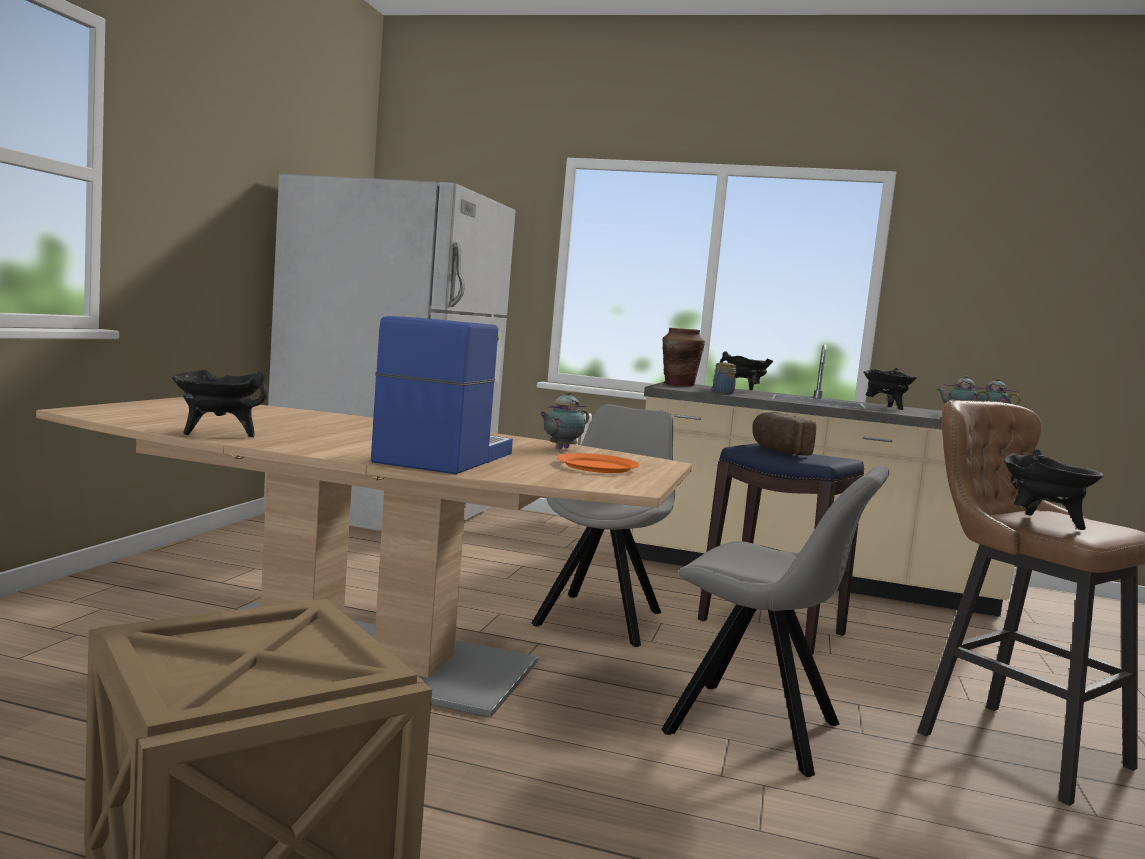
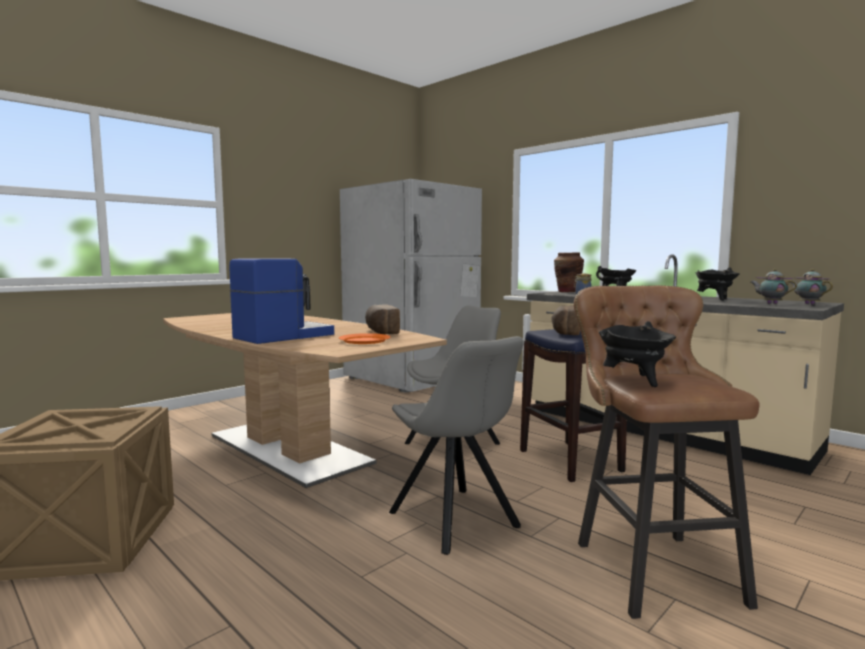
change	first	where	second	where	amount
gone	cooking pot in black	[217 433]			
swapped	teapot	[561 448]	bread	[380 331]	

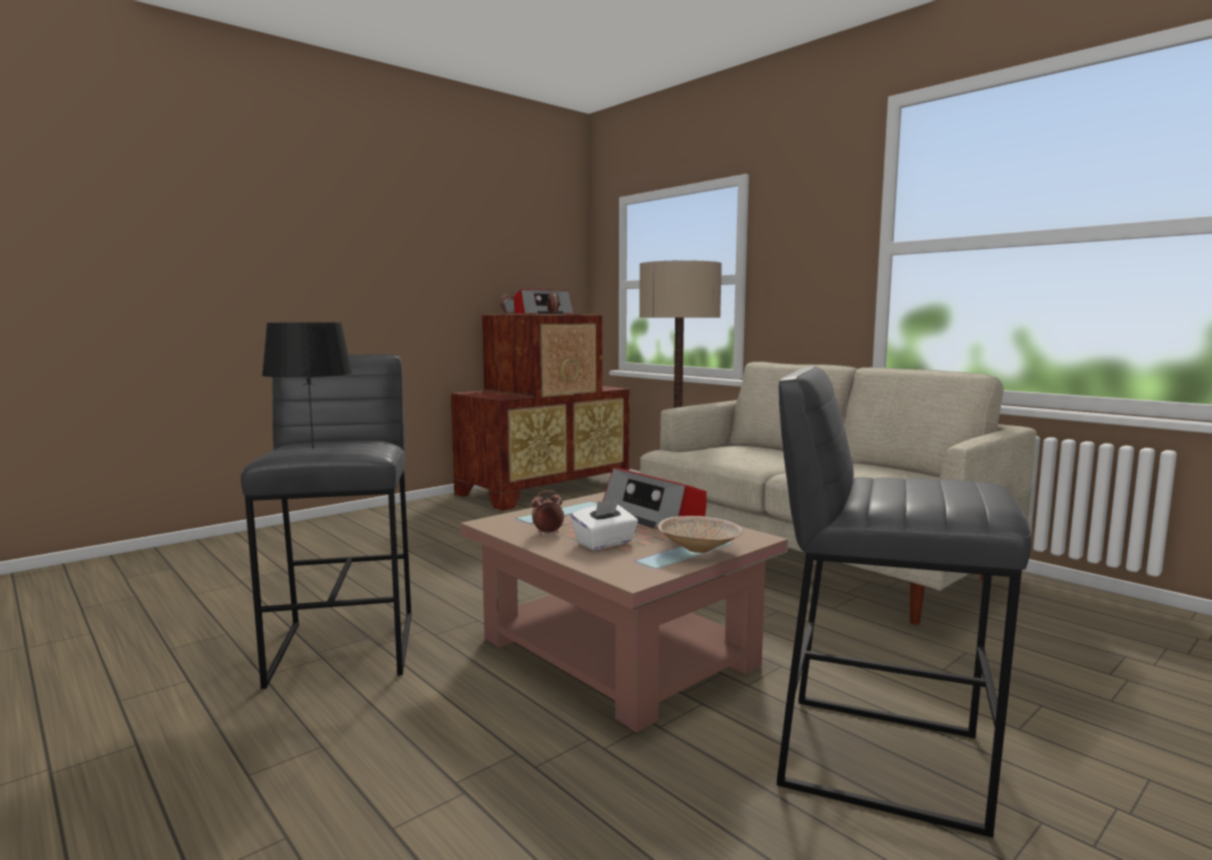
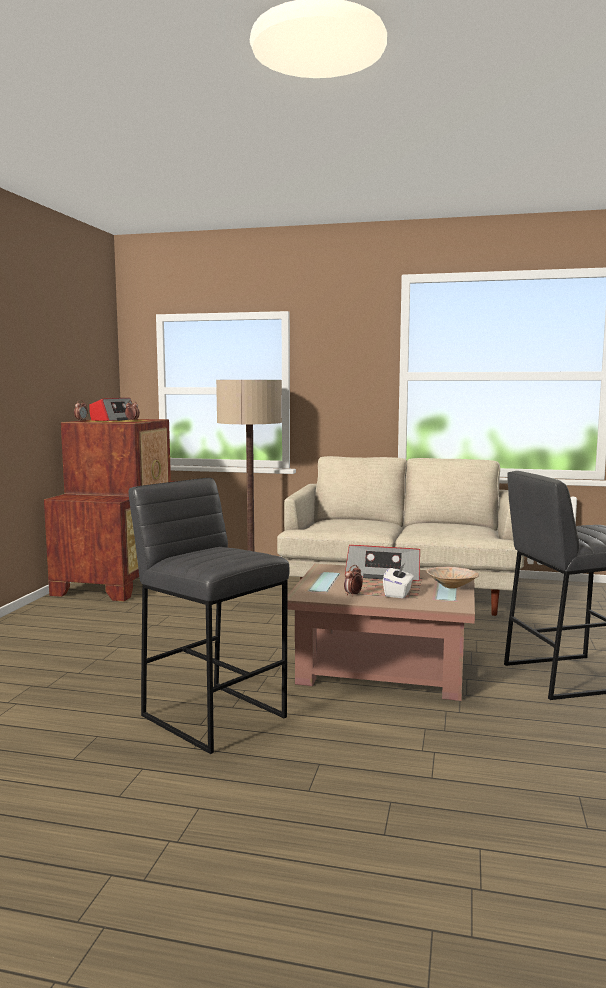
change	first	where	second	where	amount
gone	table lamp in black	[313 448]			

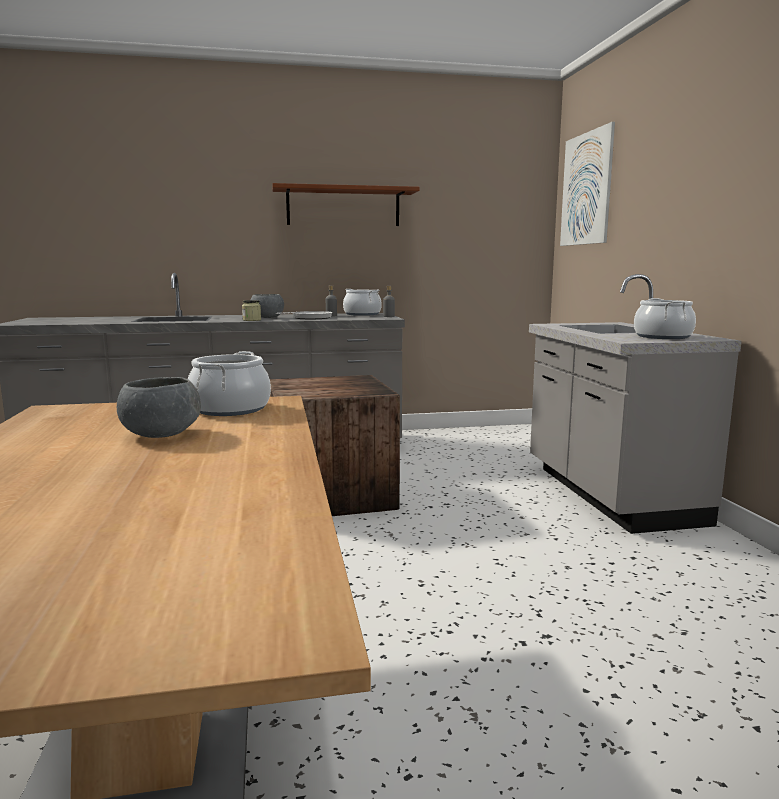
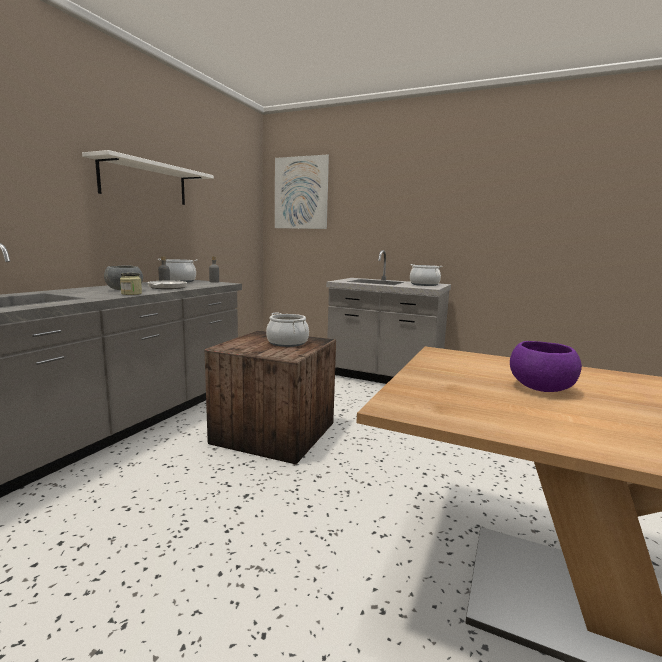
change	first	where	second	where	amount
repainted	shelf in brown	[343 207]	shelf in white	[144 183]	
shifted	cooking pot	[230 409]		[287 343]	
repainted	bowl in grey	[161 434]	bowl in purple	[540 388]	

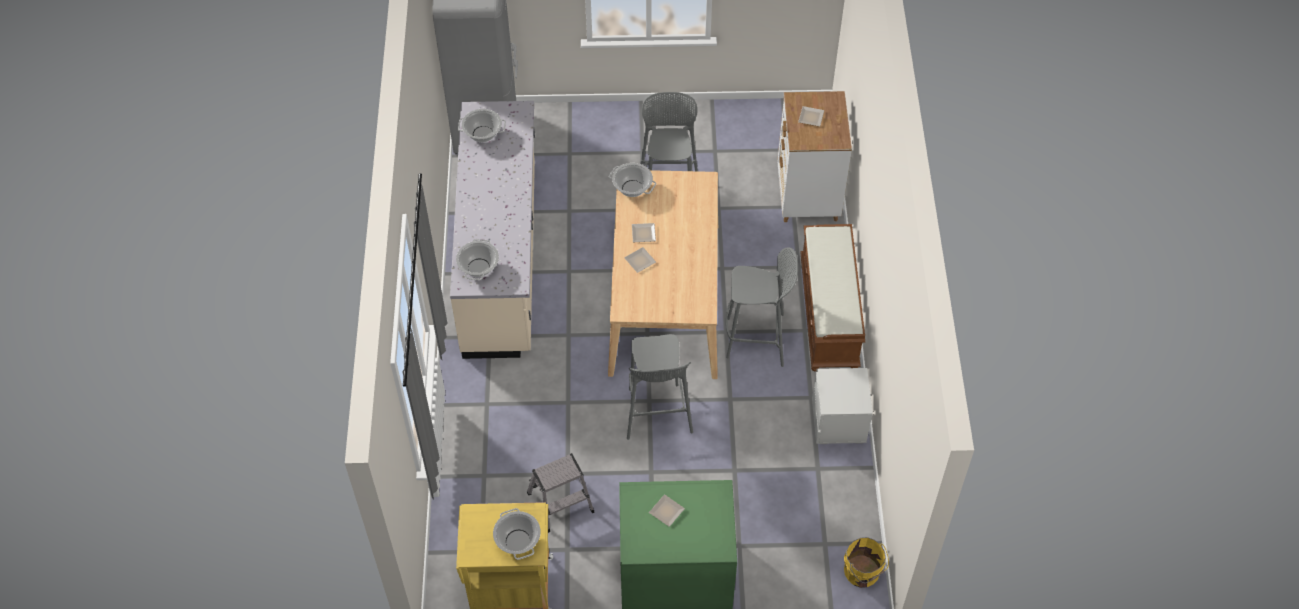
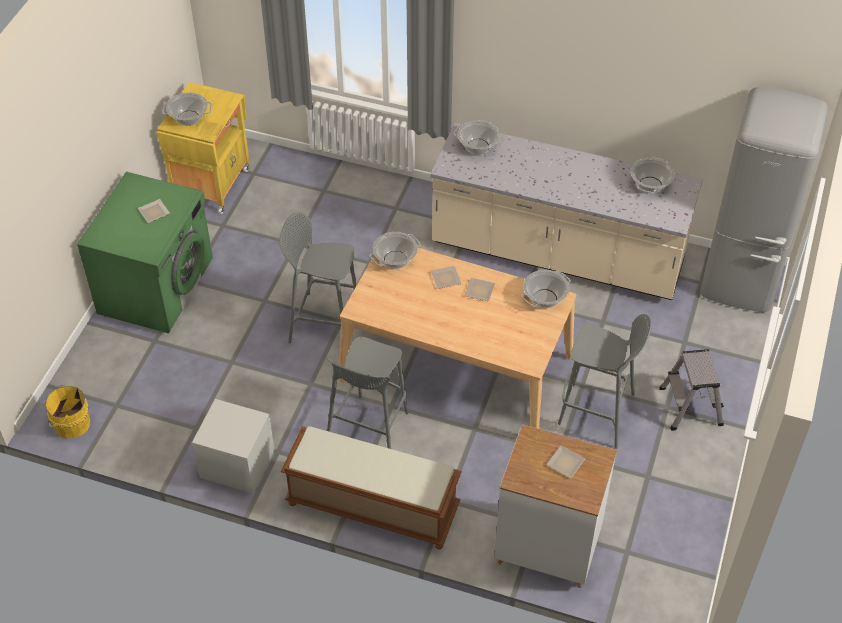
change	first	where	second	where	amount
shifted	step ladder in grey	[560 501]		[691 406]	
new			cooking pot	[395 260]	

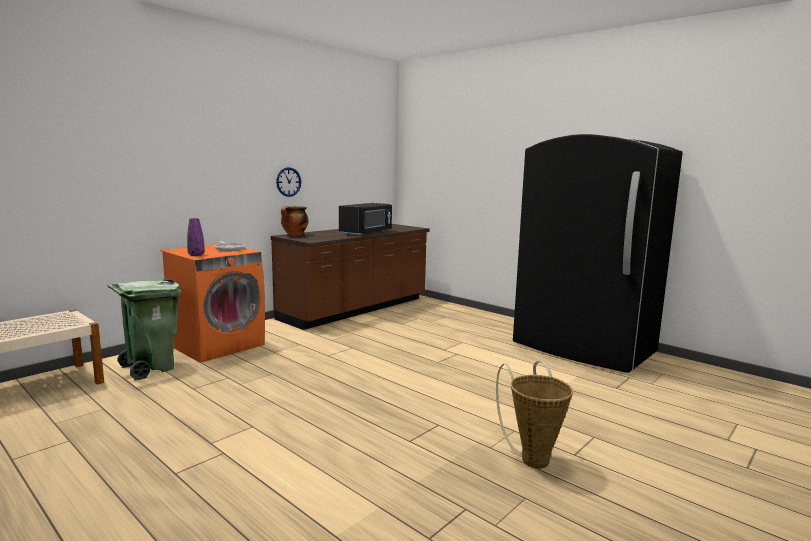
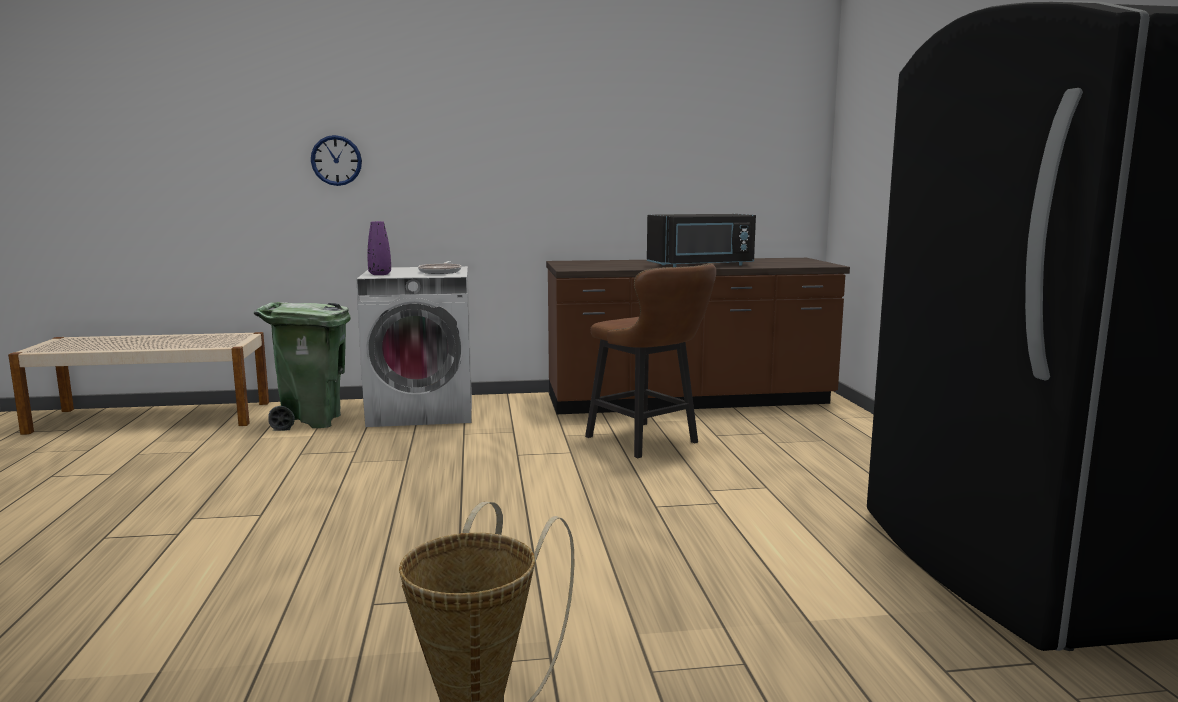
change	first	where	second	where	amount
shifted	wall clock	[288 182]		[336 160]	
gone	cooking pot	[294 235]			
repainted	washing machine in orange	[217 344]	washing machine in white	[423 411]	
new			stool in brown	[650 443]	

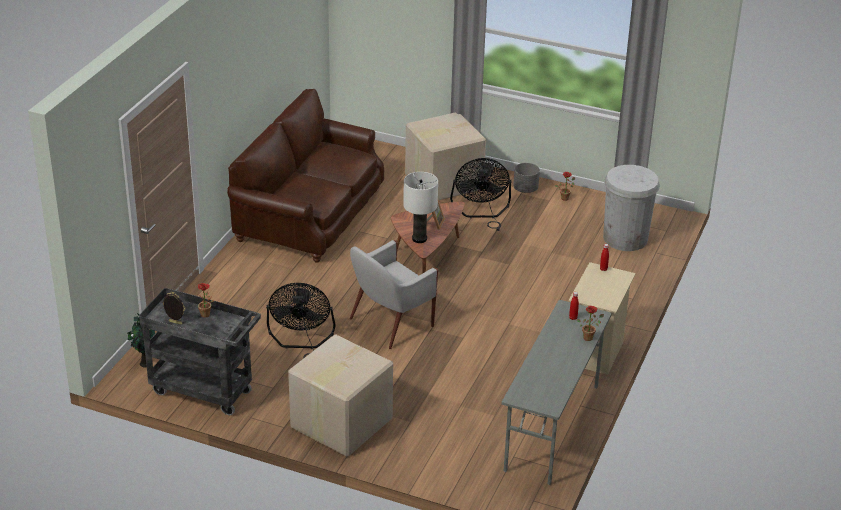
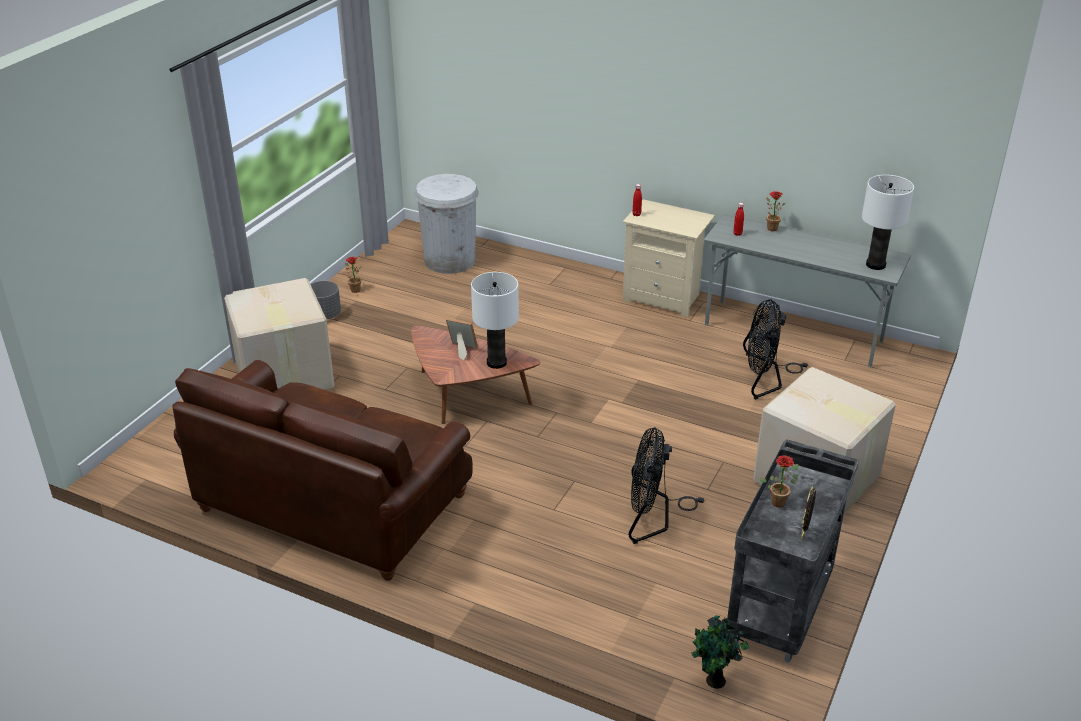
change	first	where	second	where	amount
shifted	fan in black	[483 213]		[766 375]	
gone	armchair in white	[389 323]			
new			table lamp in white	[875 264]	

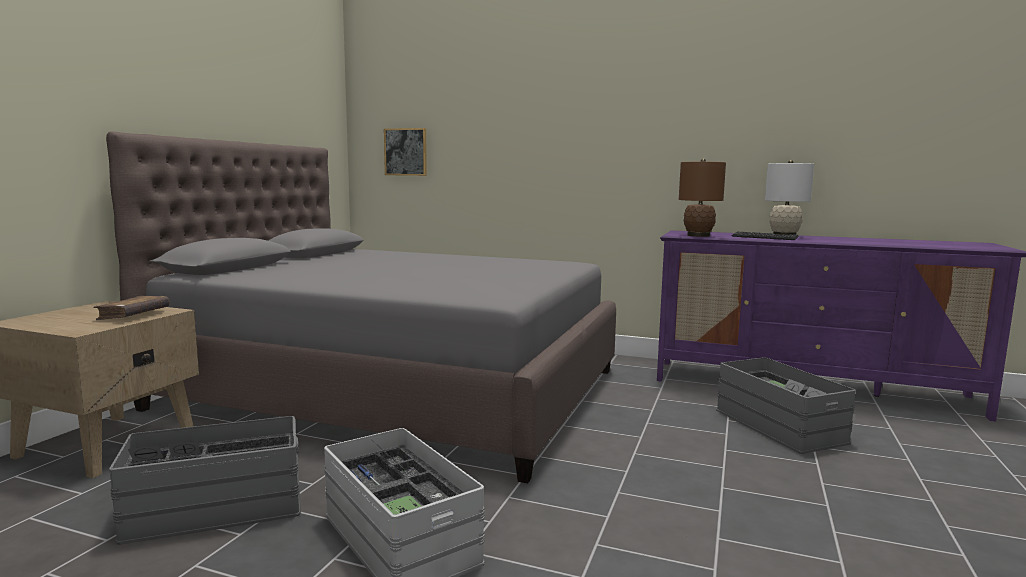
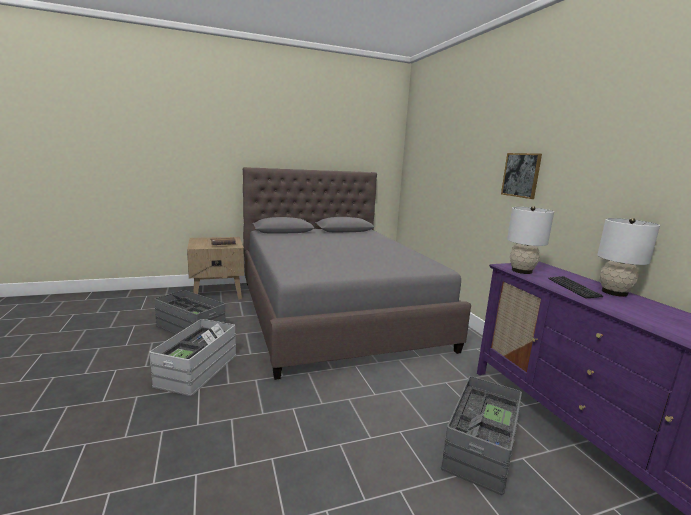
change	first	where	second	where	amount
shifted	picture	[406 152]		[521 175]	
repainted	table lamp in brown	[698 235]	table lamp in white	[521 271]	

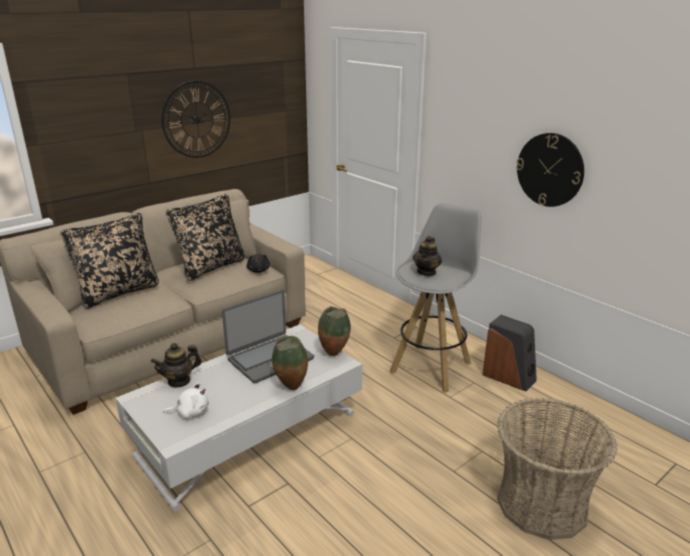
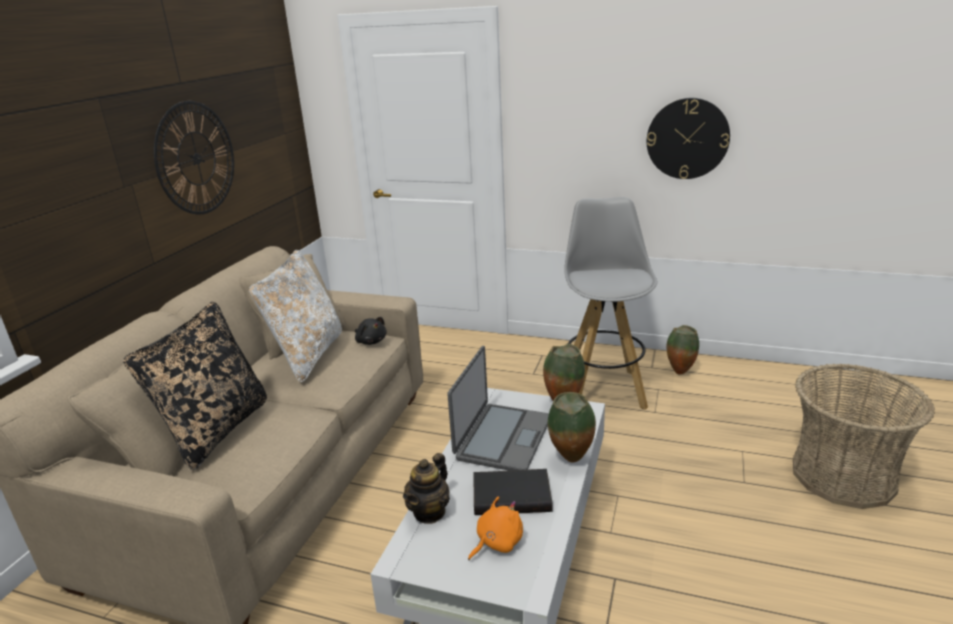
change	first	where	second	where	amount
repainted	pillow in black	[212 268]	pillow in white	[309 356]	
gone	teapot	[426 272]			
swapped	speaker	[509 377]	vase	[679 372]	
repainted	plush toy in white	[190 412]	plush toy in orange	[497 542]	
new			book in black	[512 495]	

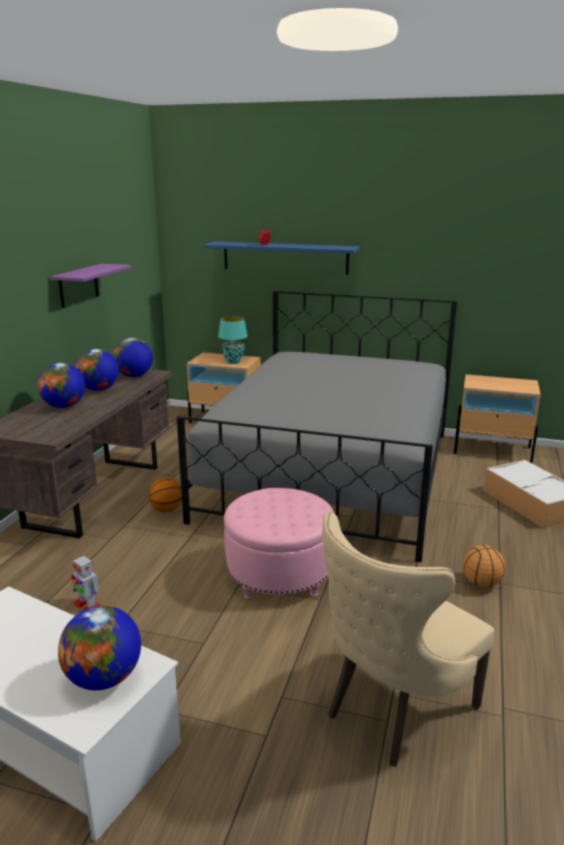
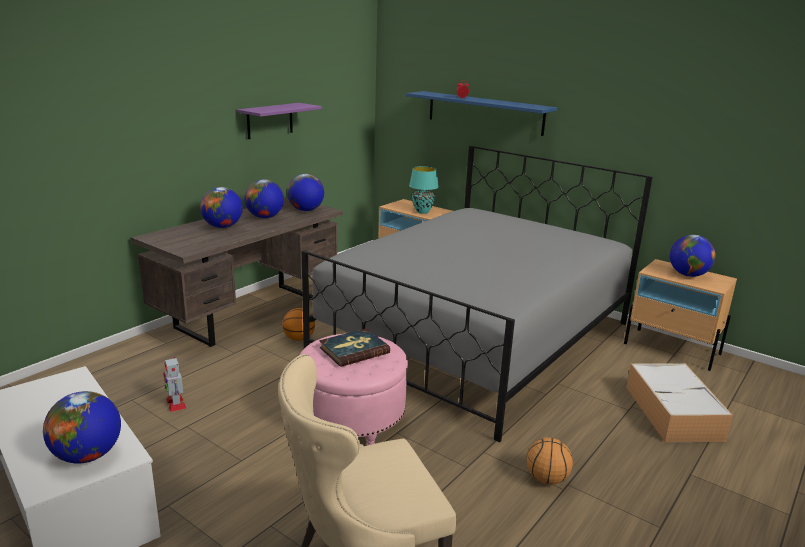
change	first	where	second	where	amount
new			globe	[688 275]	
new			book	[354 350]	

